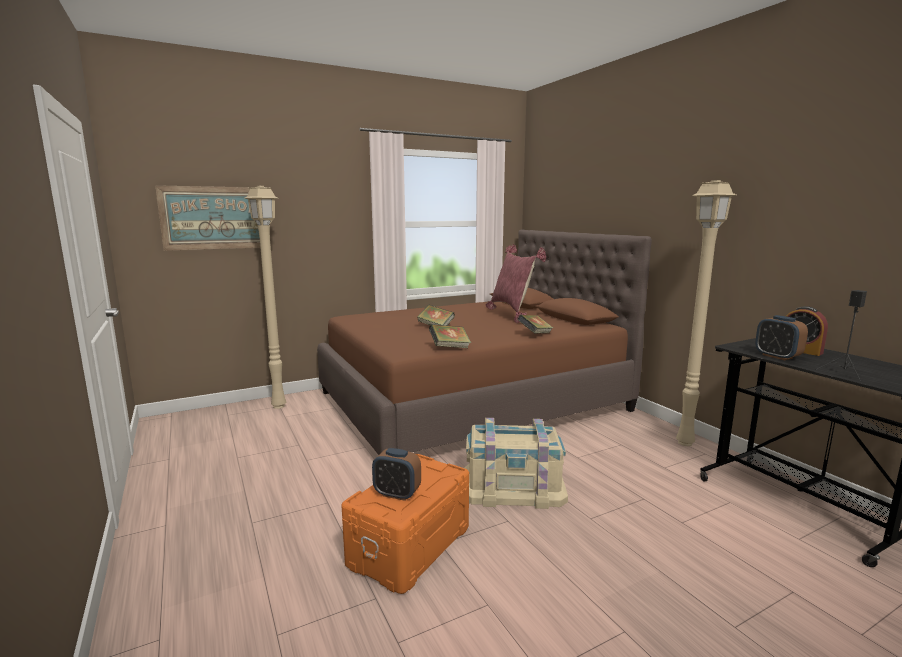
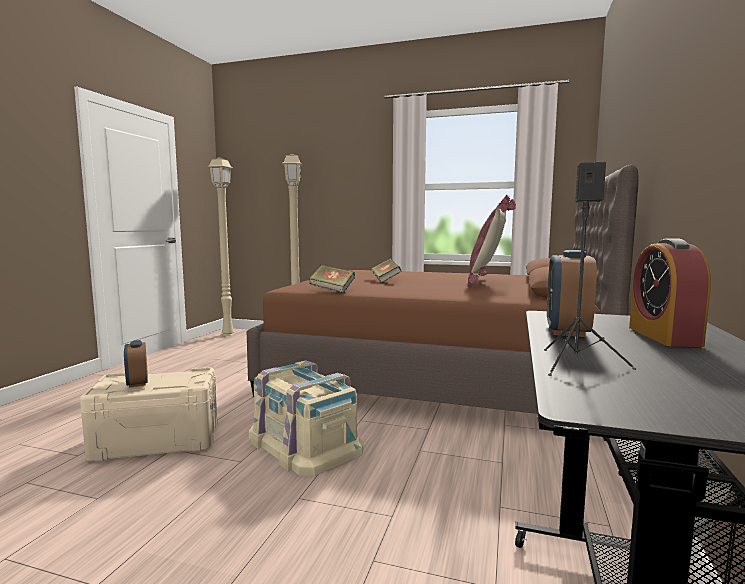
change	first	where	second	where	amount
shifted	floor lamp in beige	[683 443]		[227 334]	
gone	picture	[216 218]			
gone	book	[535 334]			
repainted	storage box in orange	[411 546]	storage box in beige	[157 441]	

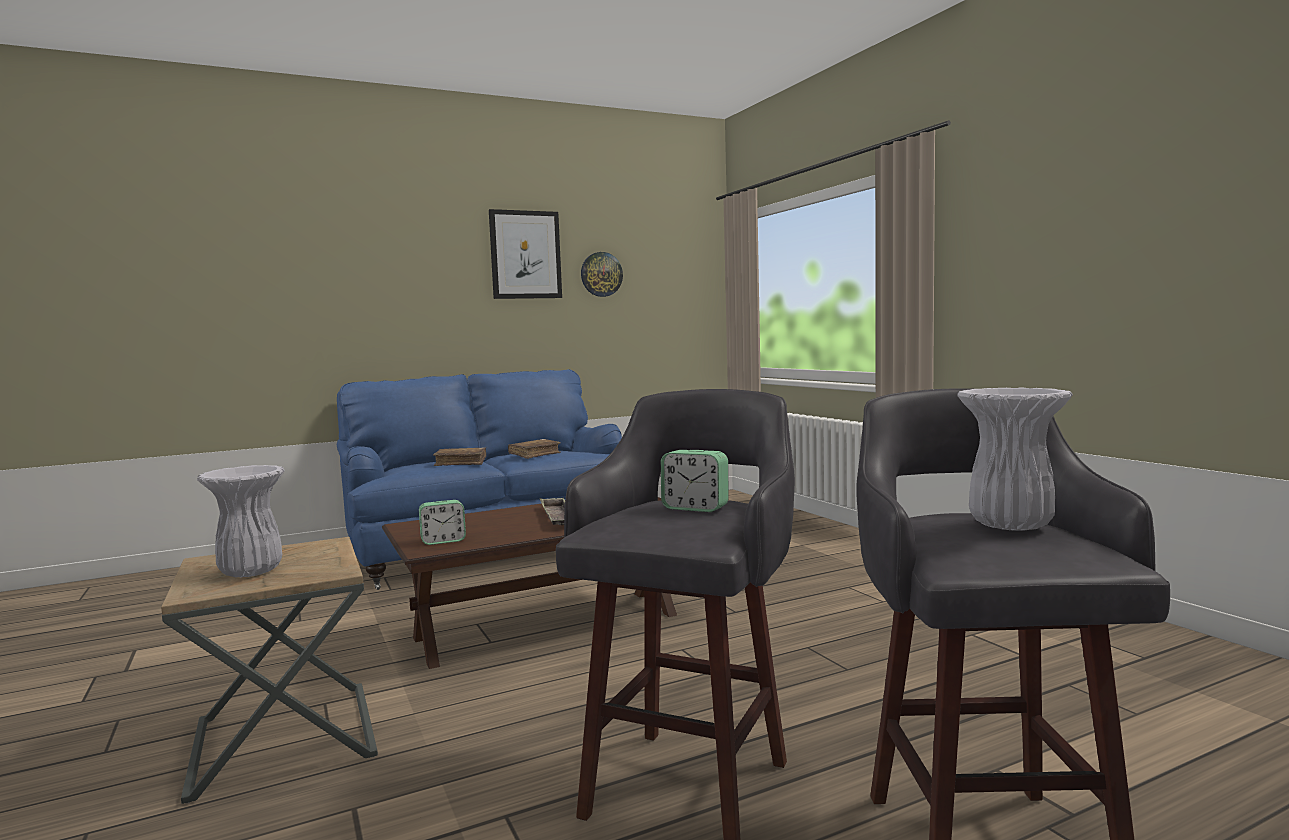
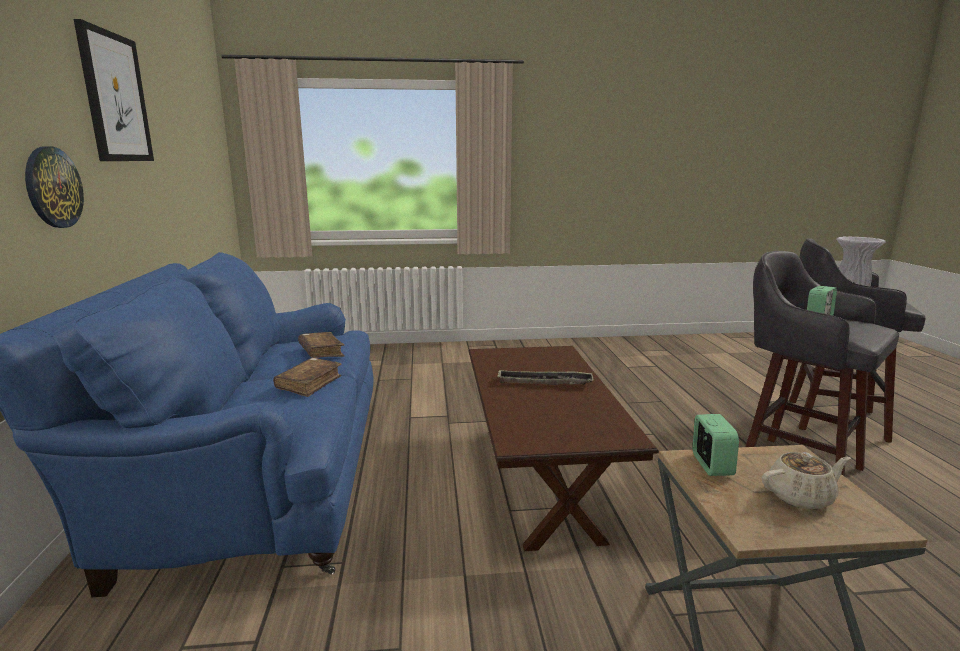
change	first	where	second	where	amount
shifted	wall clock	[601 274]		[53 187]	
swapped	vase in white	[249 572]	teapot in beige	[801 497]	
shifted	alarm clock	[443 541]		[711 465]	

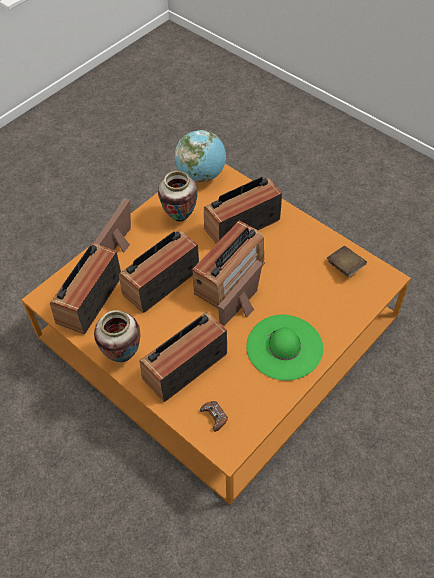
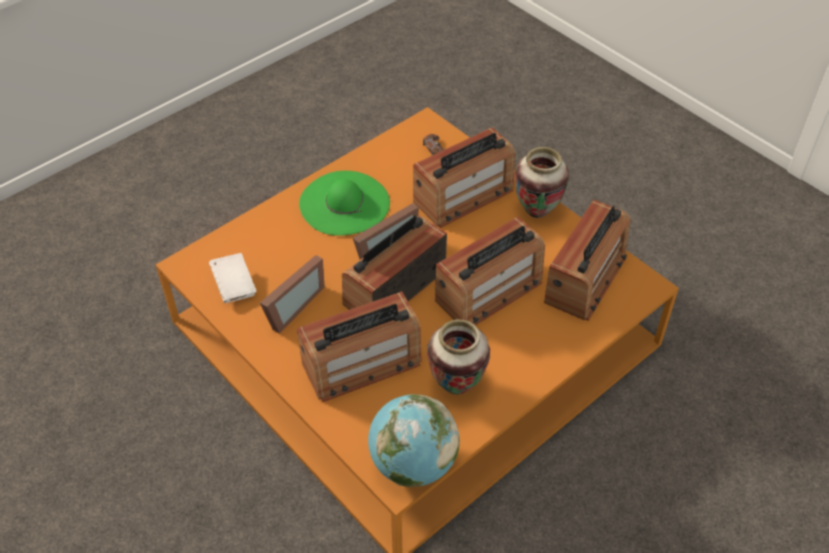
change	first	where	second	where	amount
shifted	picture frame	[121 244]		[290 307]	
repainted	book in brown	[345 266]	book in white	[234 286]	

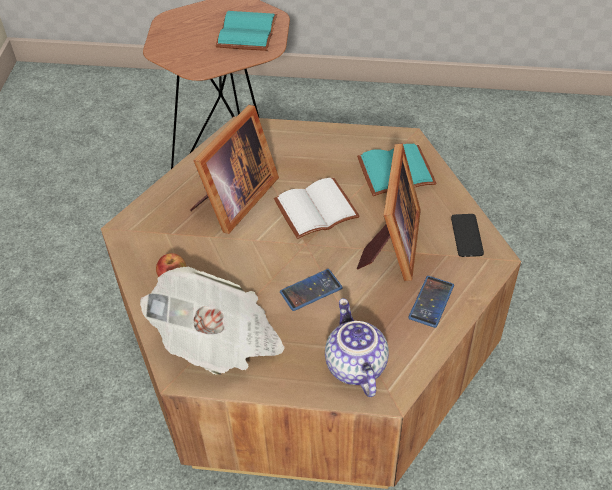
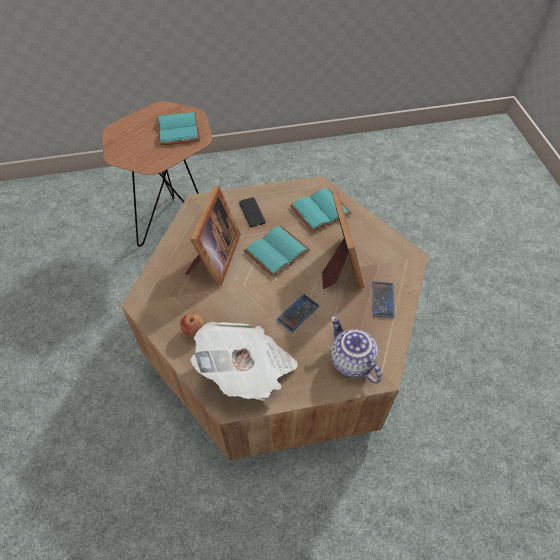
change	first	where	second	where	amount
repainted	book in white	[316 208]	book in turquoise	[276 250]	
shifted	phone	[466 235]		[252 212]	

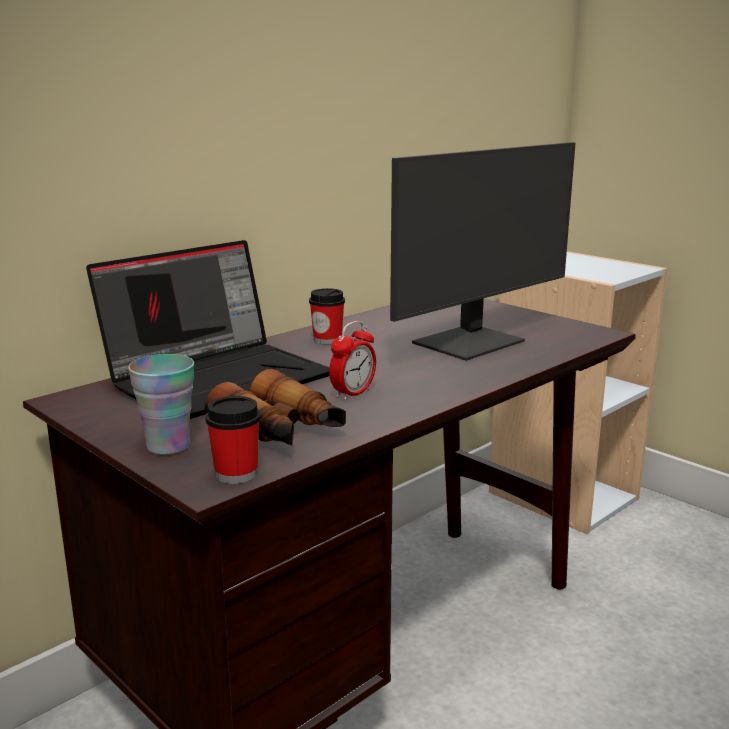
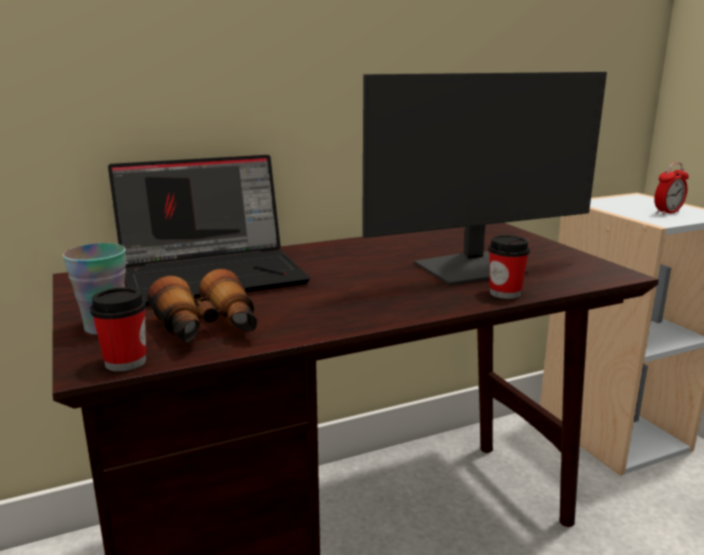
change	first	where	second	where	amount
shifted	cup	[327 340]		[505 293]	
shifted	alarm clock	[353 393]		[667 213]	

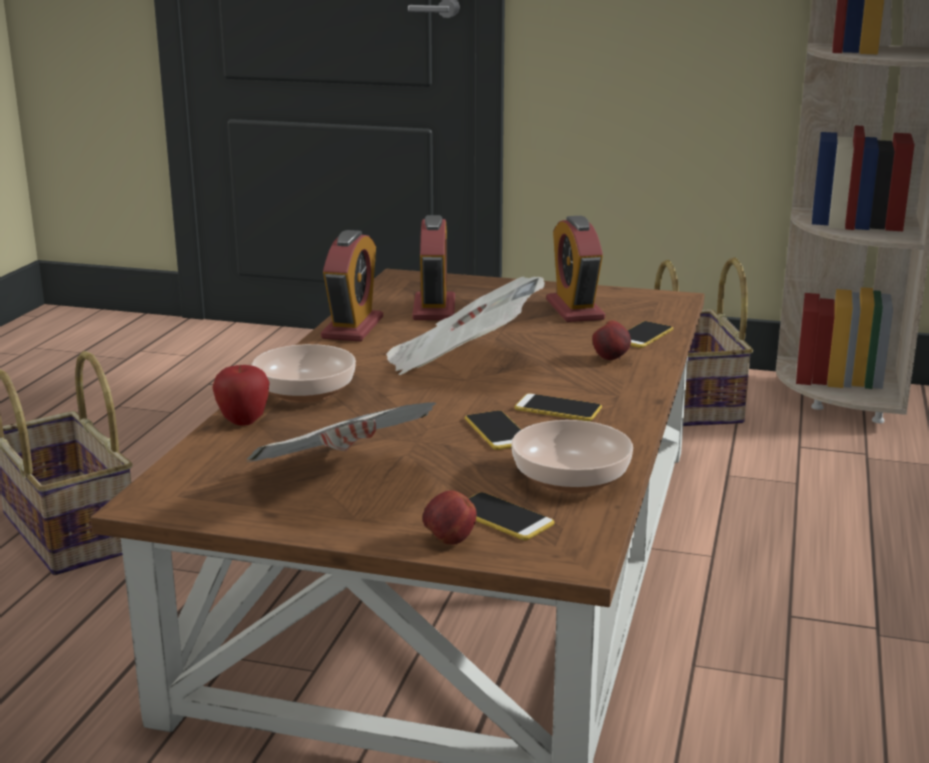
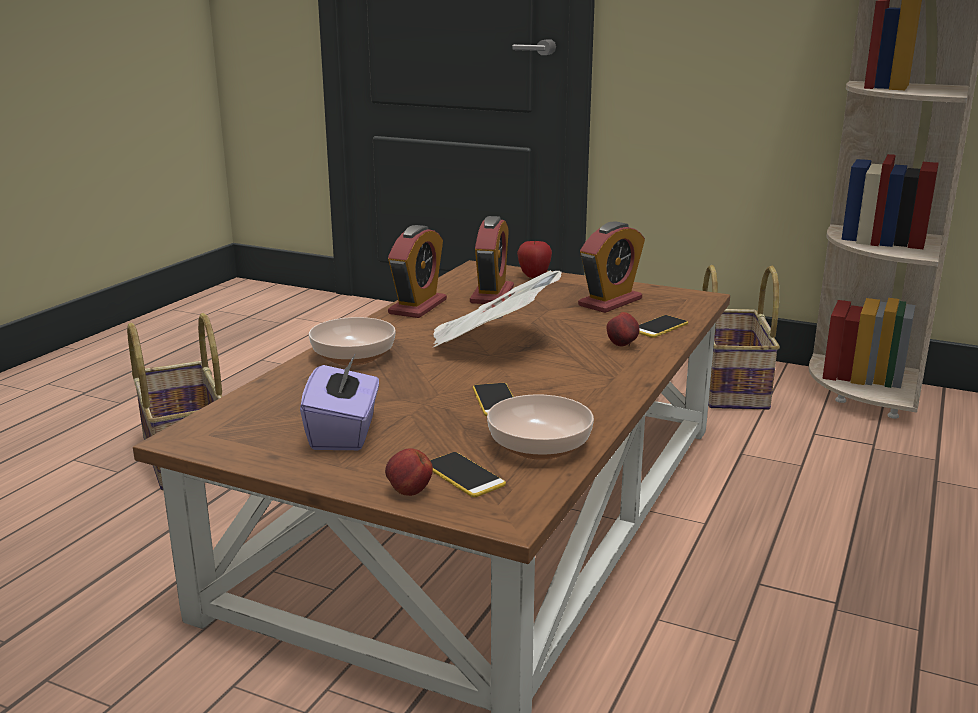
change	first	where	second	where	amount
rotated	alarm clock	[575 310]		[610 302]	135 degrees counterclockwise
shifted	apple	[243 421]		[534 276]	
gone	phone	[558 409]			
swapped	newspaper	[341 481]	tissue box in purple	[344 433]	

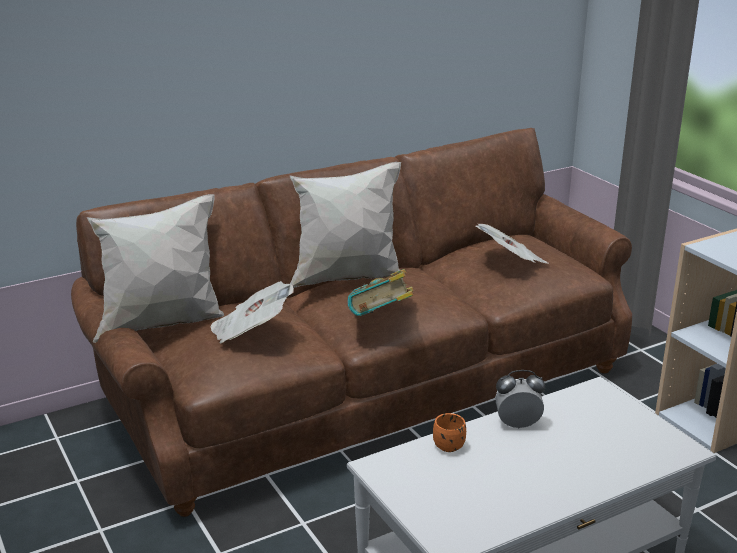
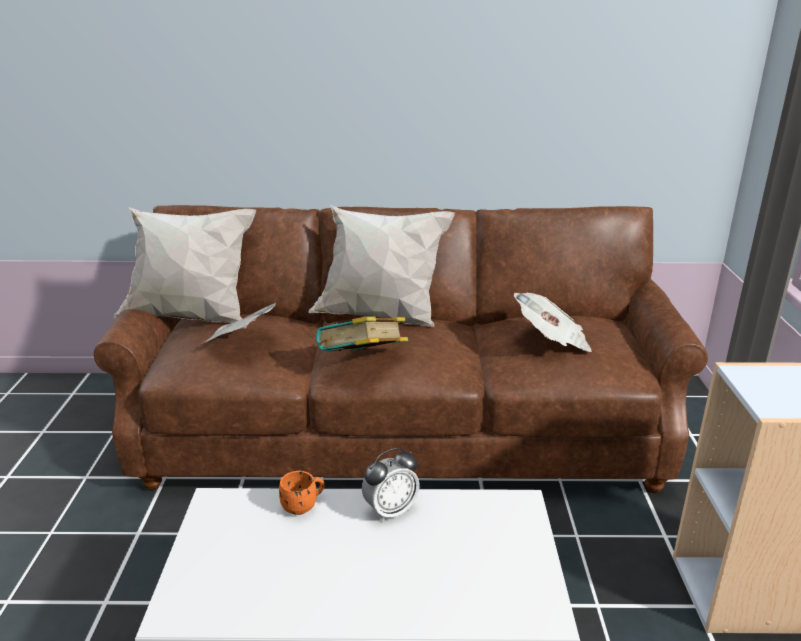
change	first	where	second	where	amount
rotated	alarm clock	[517 424]		[390 511]	120 degrees clockwise

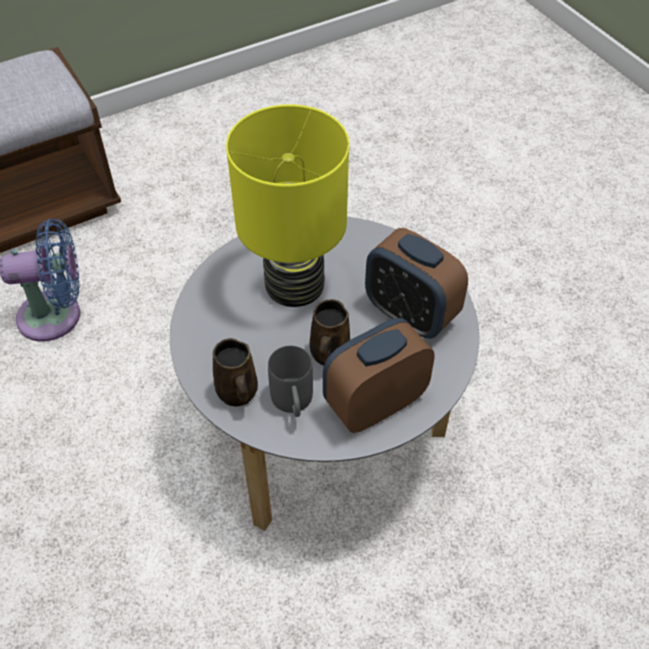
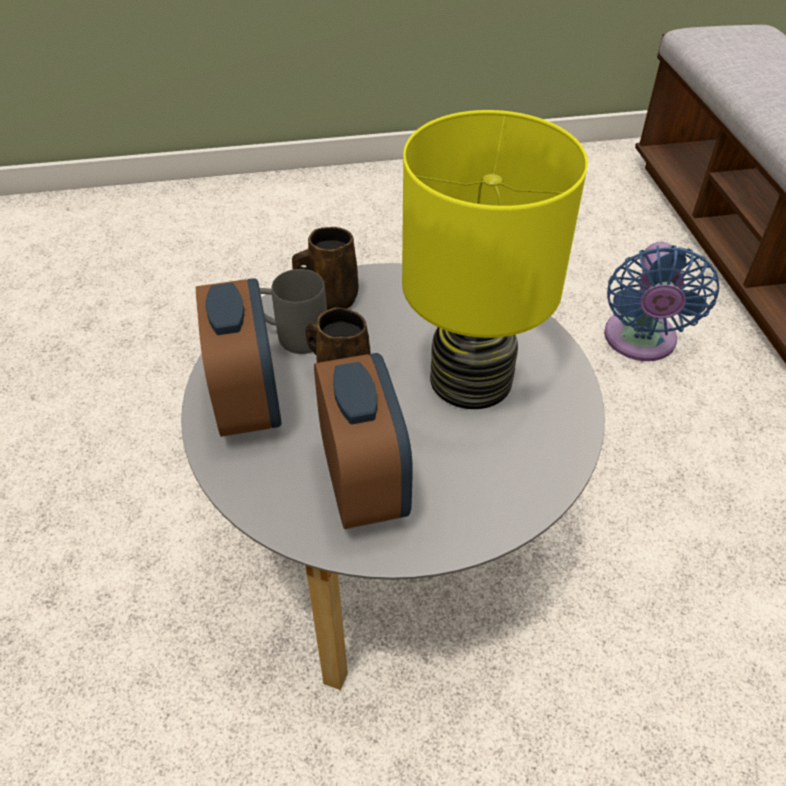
change	first	where	second	where	amount
rotated	alarm clock	[410 314]		[364 485]	105 degrees clockwise

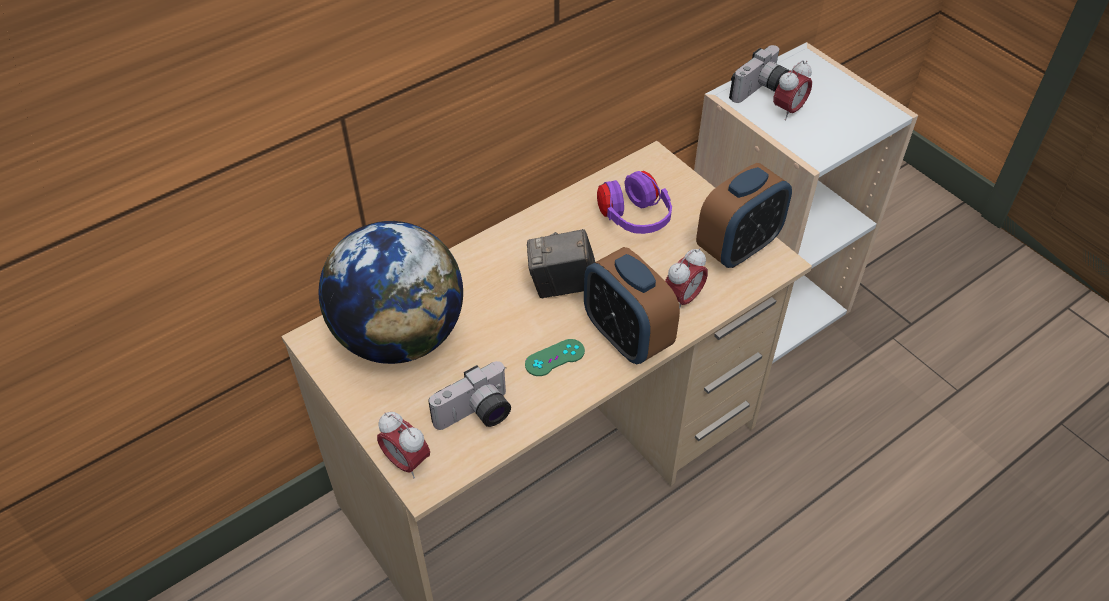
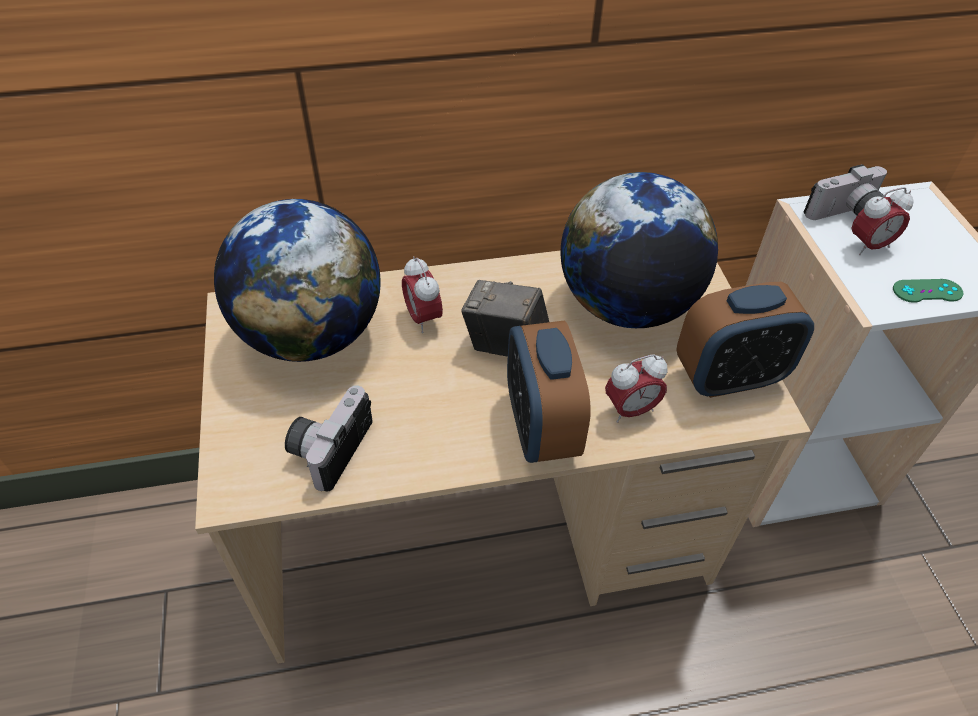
change	first	where	second	where	amount
swapped	headphones in purple	[633 220]	globe	[626 305]	
shifted	game controller in green	[555 358]		[927 291]	
rotated	photo camera	[476 415]		[329 446]	120 degrees clockwise
shifted	alarm clock	[406 462]		[423 318]	

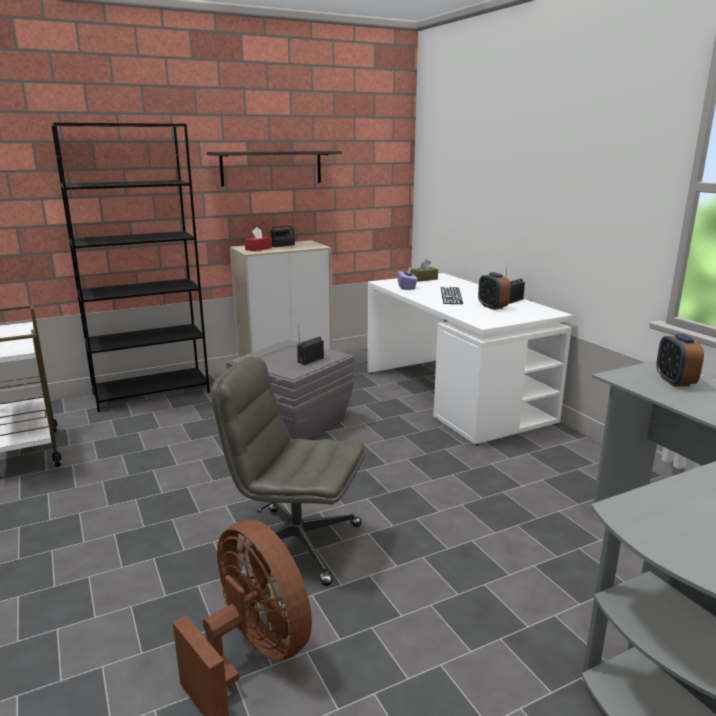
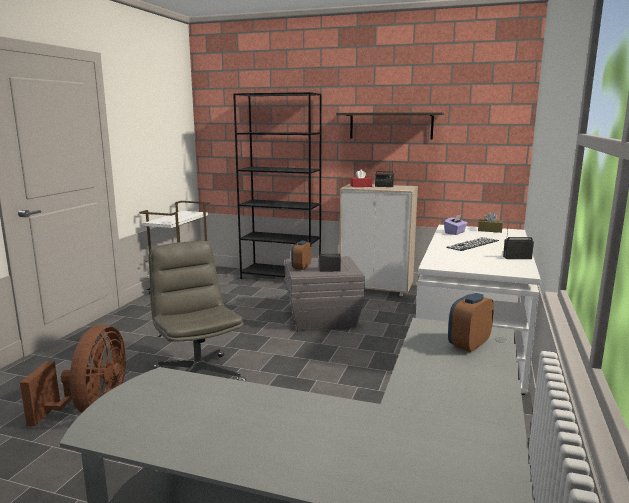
change	first	where	second	where	amount
shifted	alarm clock	[492 307]		[301 267]	

